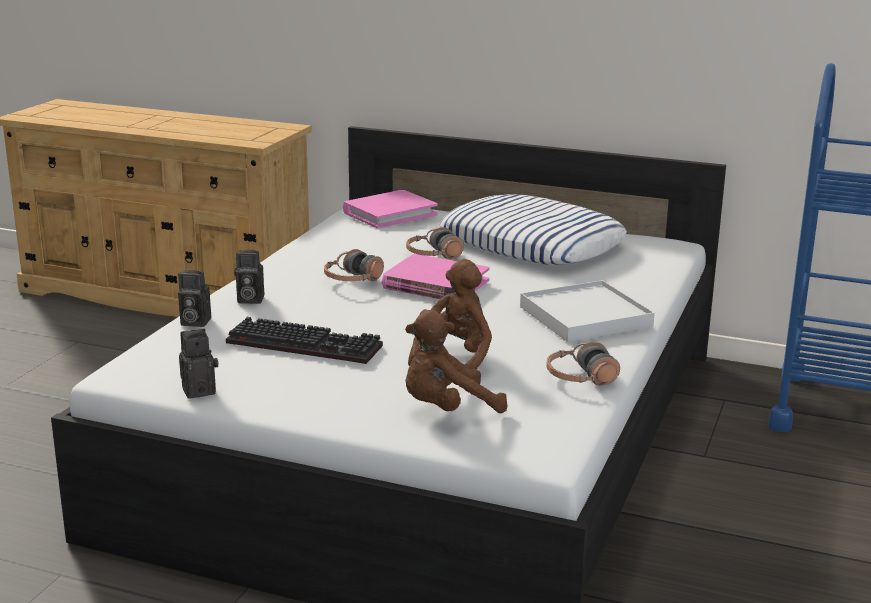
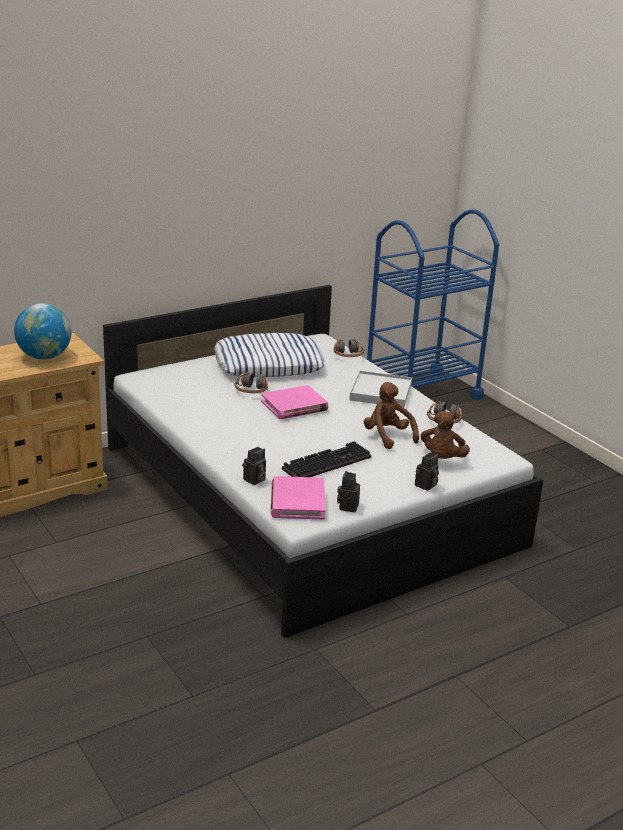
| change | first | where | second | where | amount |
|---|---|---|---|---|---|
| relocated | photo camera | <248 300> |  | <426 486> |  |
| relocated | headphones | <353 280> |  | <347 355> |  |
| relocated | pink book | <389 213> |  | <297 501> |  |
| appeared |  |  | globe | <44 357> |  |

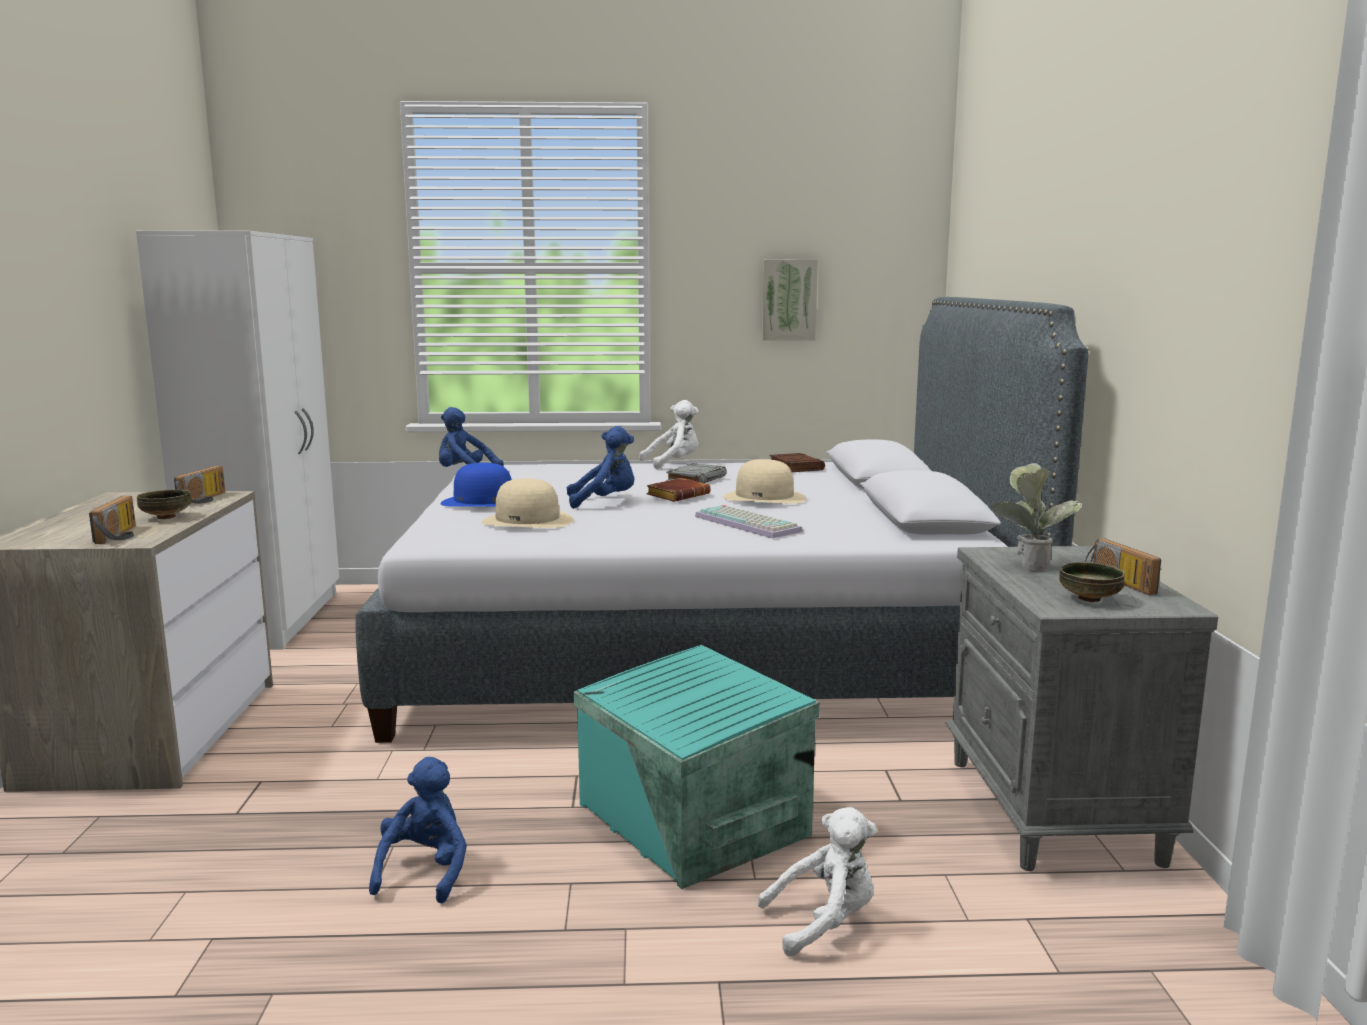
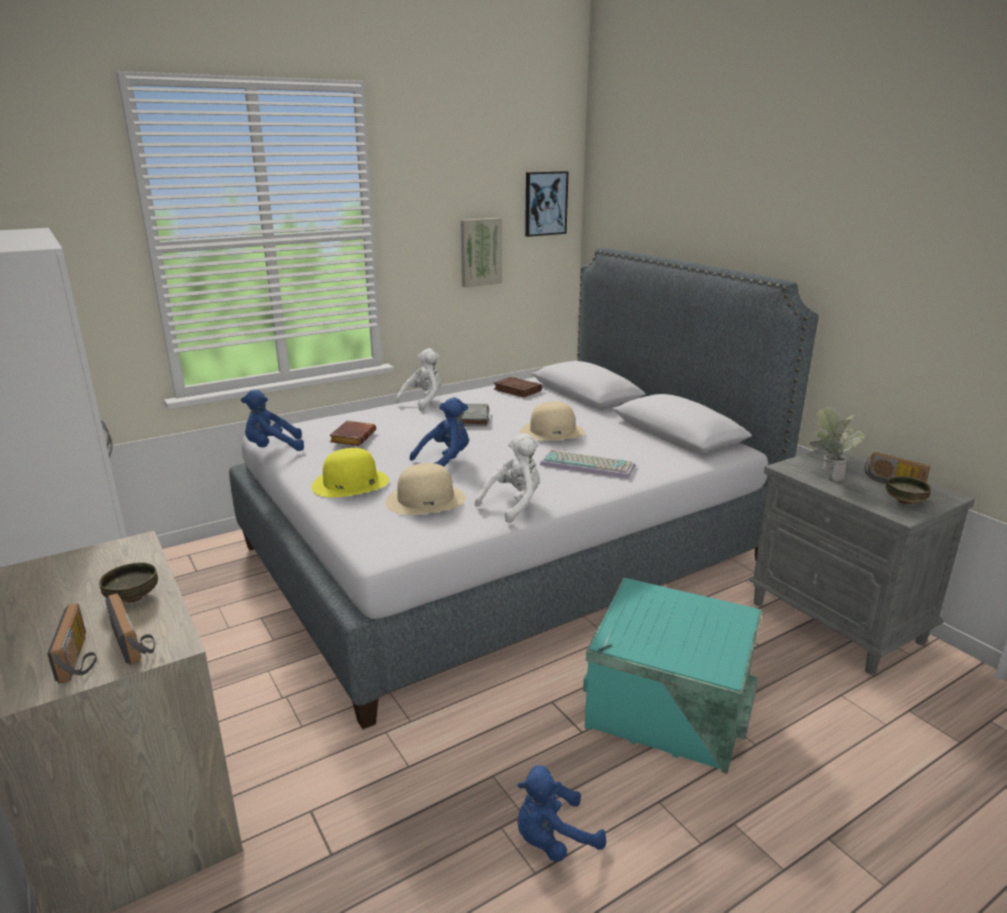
| change | first | where | second | where | amount |
|---|---|---|---|---|---|
| relocated | radio | <205 499> |  | <81 657> |  |
| spun | blue plush toy | <425 871> |  | <553 839> | 90 degrees counterclockwise |
| colour | blue hat | <483 502> | yellow hat | <350 483> |  |
| relocated | brown book | <678 495> |  | <352 437> |  |
| relocated | white plush toy | <824 922> |  | <514 504> |  |
| appeared |  |  | picture | <545 203> |  |

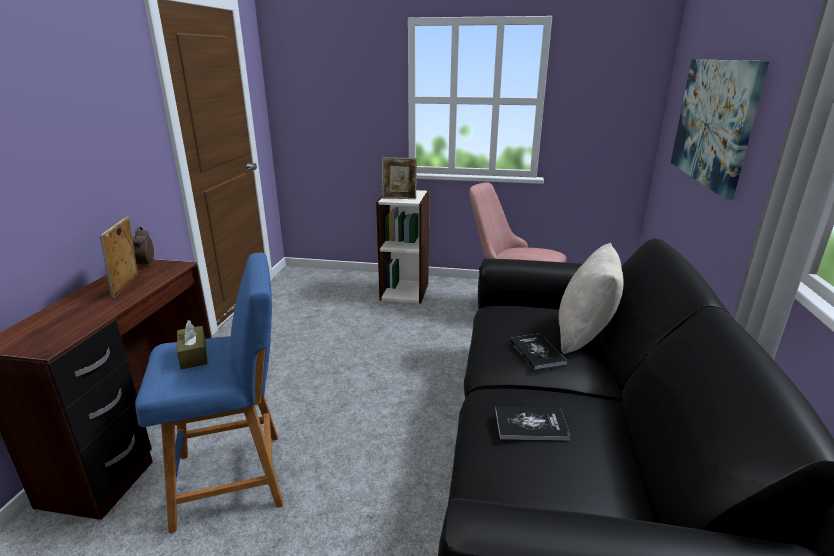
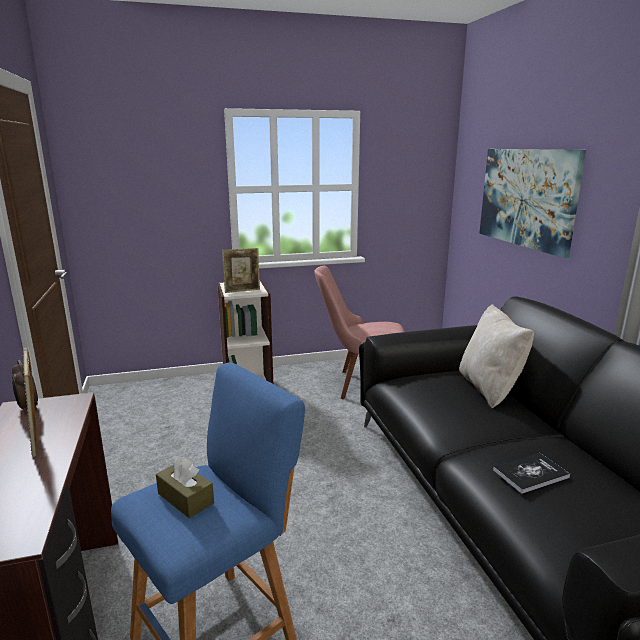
| change | first | where | second | where | amount |
|---|---|---|---|---|---|
| missing | book | <536 352> |  |  |  |

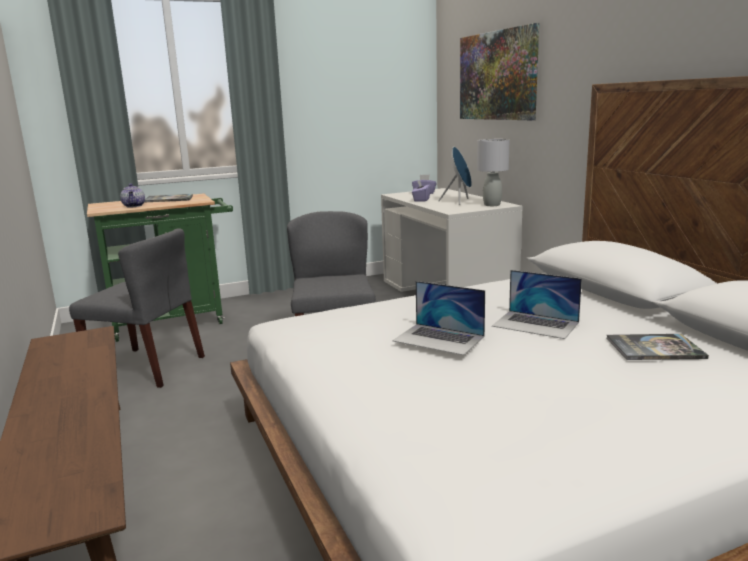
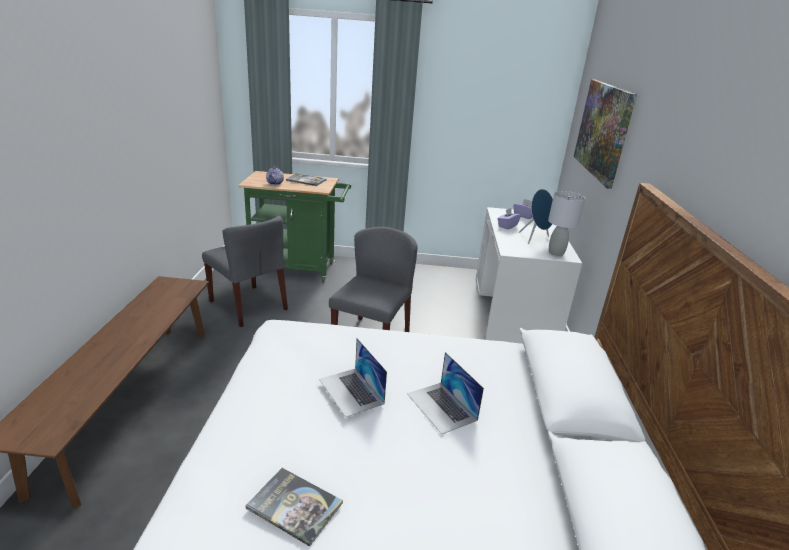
| change | first | where | second | where | amount |
|---|---|---|---|---|---|
| relocated | book | <654 348> |  | <294 506> |  |

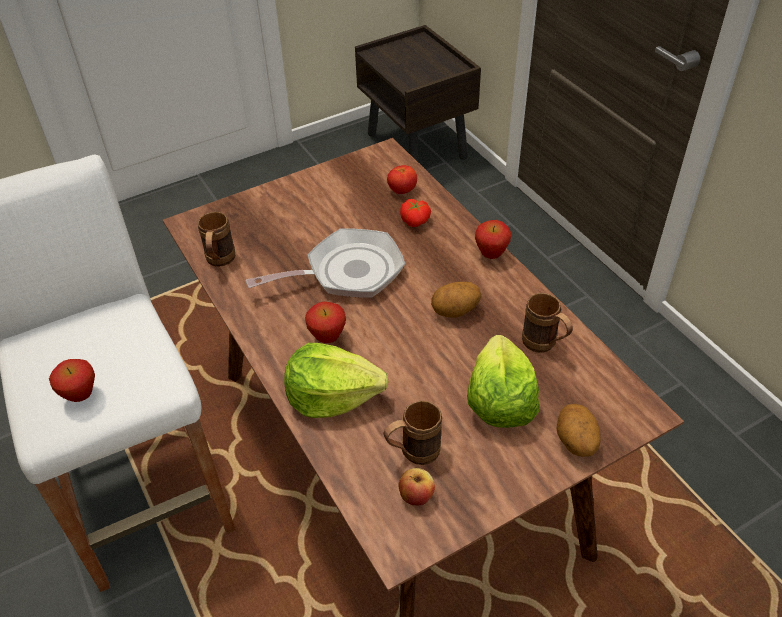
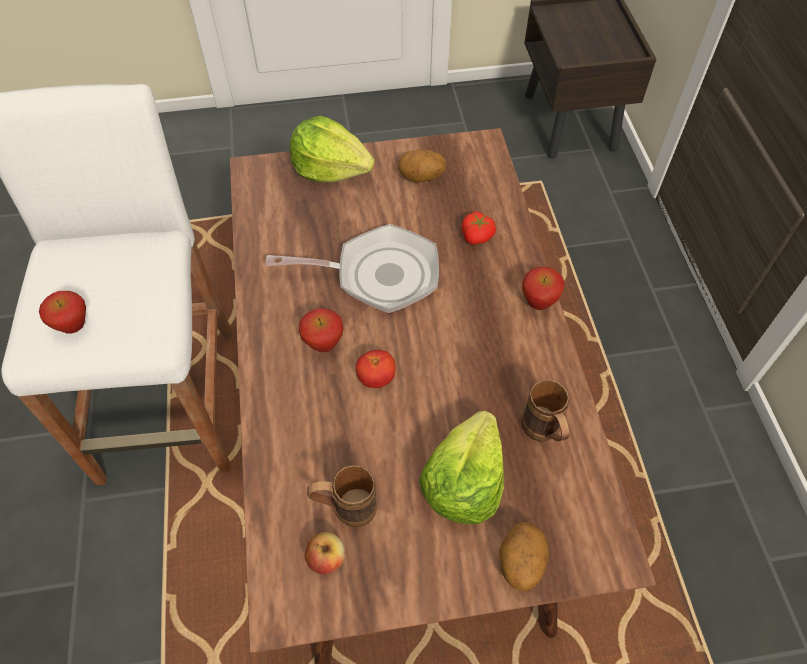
| change | first | where | second | where | amount |
|---|---|---|---|---|---|
| missing | brown mug | <219 262> |  |  |  |
| relocated | lettuce | <332 396> |  | <330 169> |  |
| relocated | tomato | <402 190> |  | <376 378> |  |
| relocated | potato | <455 312> |  | <421 178> |  |

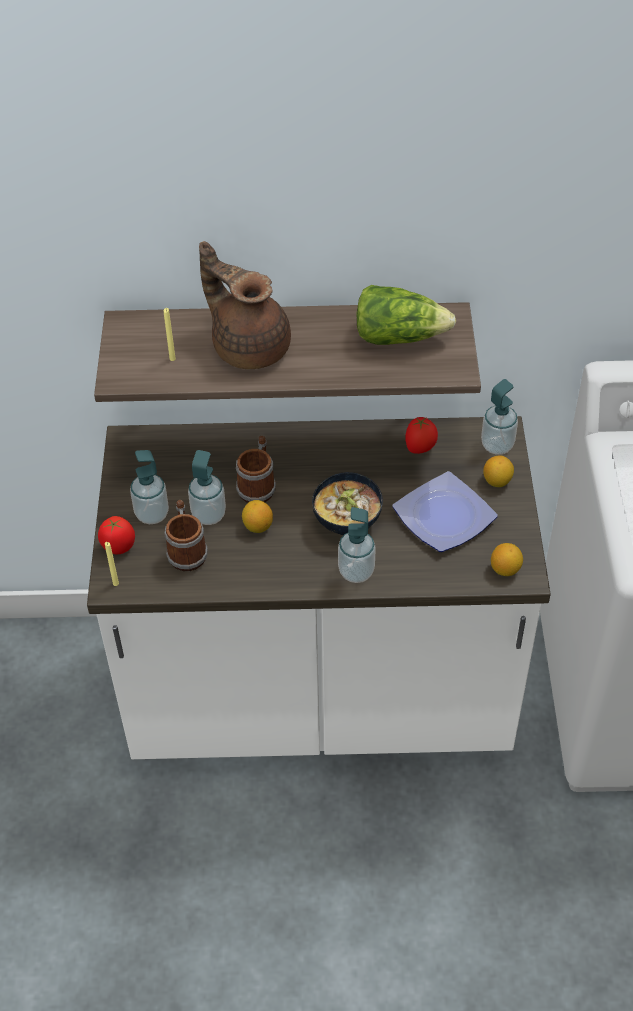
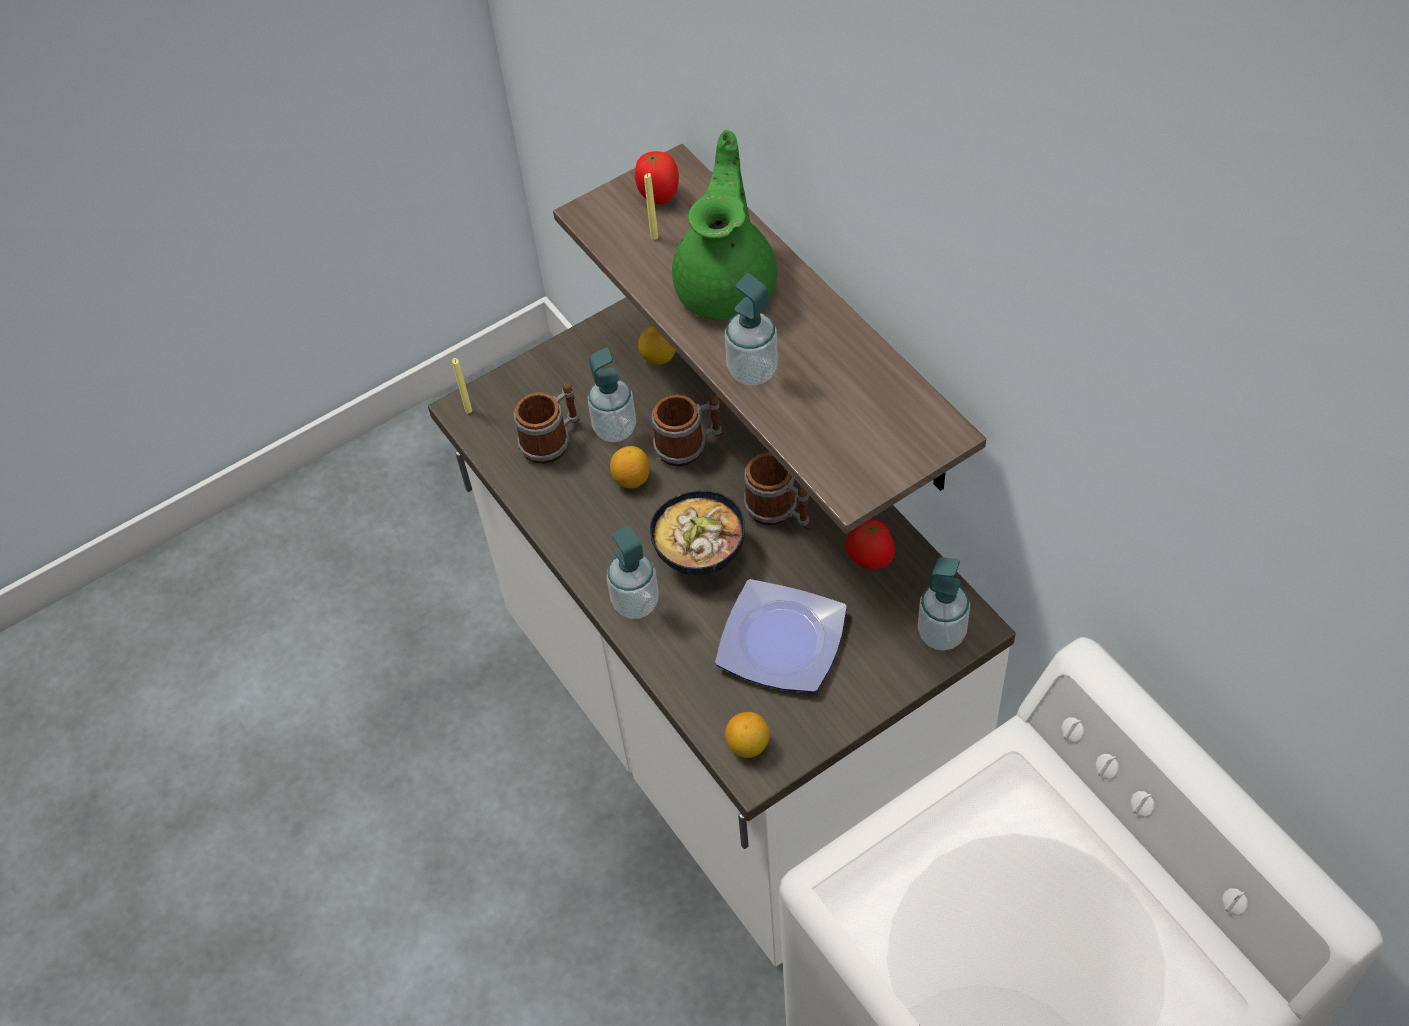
| change | first | where | second | where | amount |
|---|---|---|---|---|---|
| relocated | tomato | <118 547> |  | <658 195> |  |
| relocated | soap dispenser | <152 514> |  | <752 370> |  |
| colour | brown teapot | <249 346> | green teapot | <728 285> |  |
| missing | lettuce | <399 336> |  |  |  |
| relocated | lemon | <497 481> |  | <658 358> |  |
| appeared |  |  | mug | <779 512> |  |

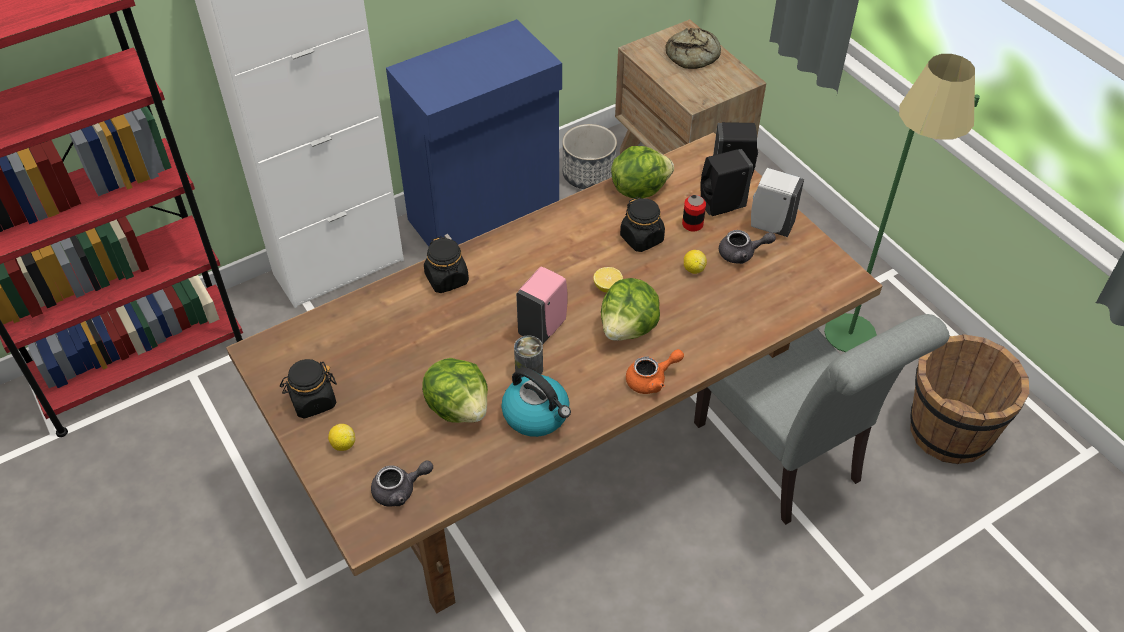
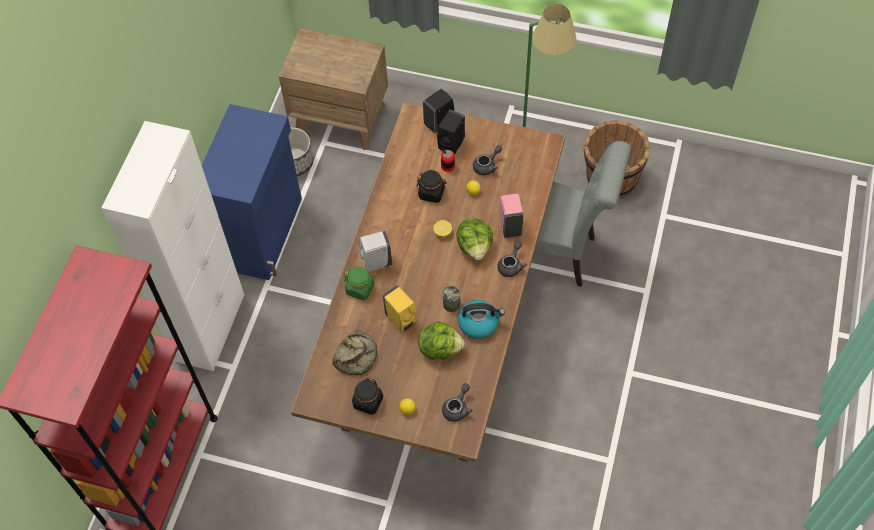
| change | first | where | second | where | amount |
|---|---|---|---|---|---|
| colour | black jar | <447 279> | green jar | <360 289> |  |
| relocated | pink soap dispenser | <543 327> |  | <510 225> |  |
| missing | lettuce | <639 189> |  |  |  |
| colour | orange teapot | <651 379> | grey teapot | <511 265> |  |
| relocated | bread | <694 55> |  | <357 356> |  |
| relocated | white soap dispenser | <769 225> |  | <375 263> |  |
| appeared |  |  | yellow soap dispenser | <401 320> |  |

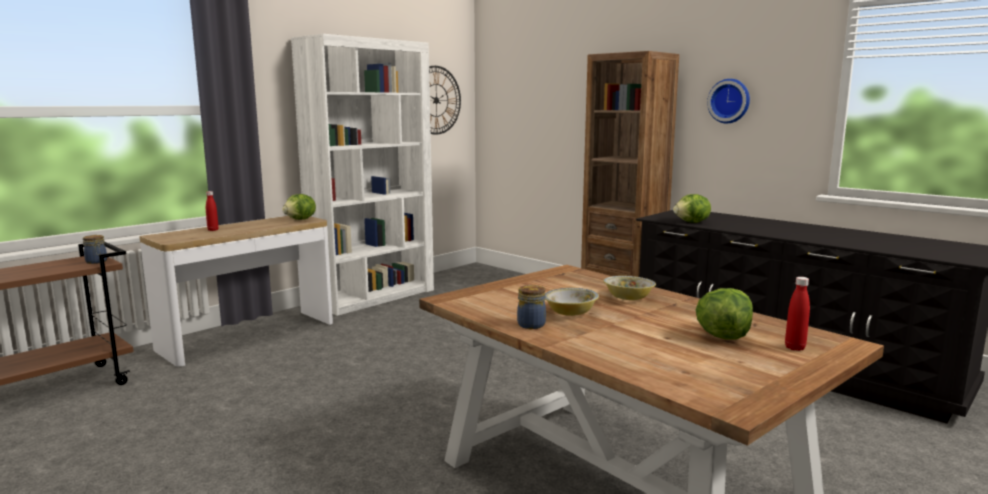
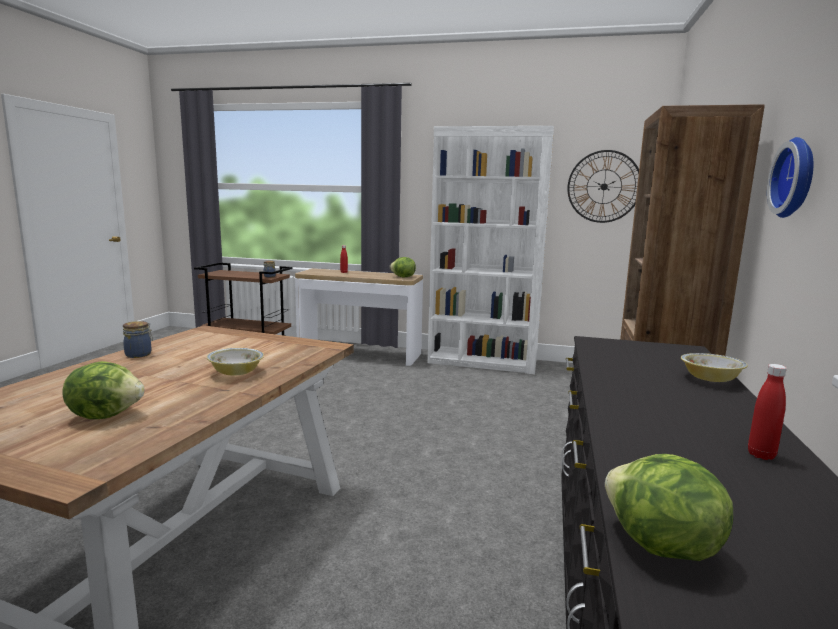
| change | first | where | second | where | amount |
|---|---|---|---|---|---|
| relocated | bowl | <570 313> |  | <710 379> |  |
| relocated | lettuce | <692 222> |  | <660 547> |  |
| relocated | red bottle | <794 348> |  | <761 455> |  |

